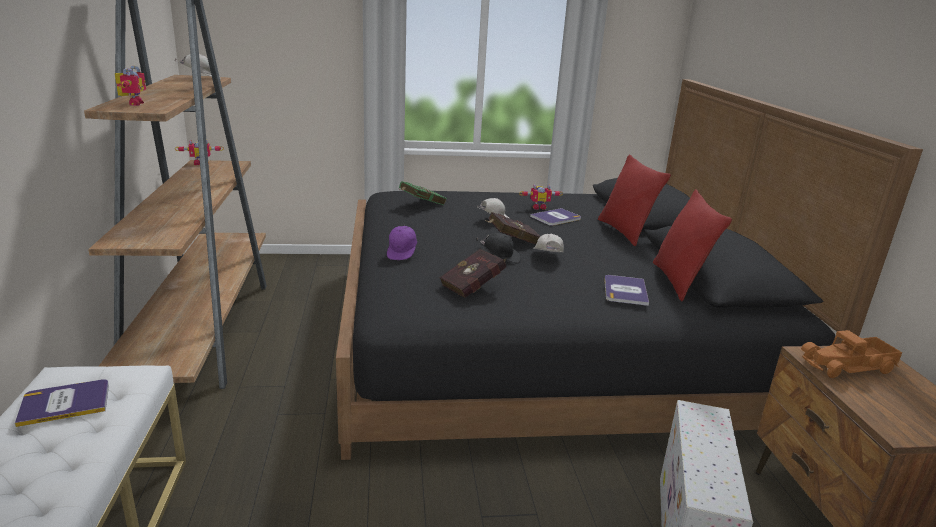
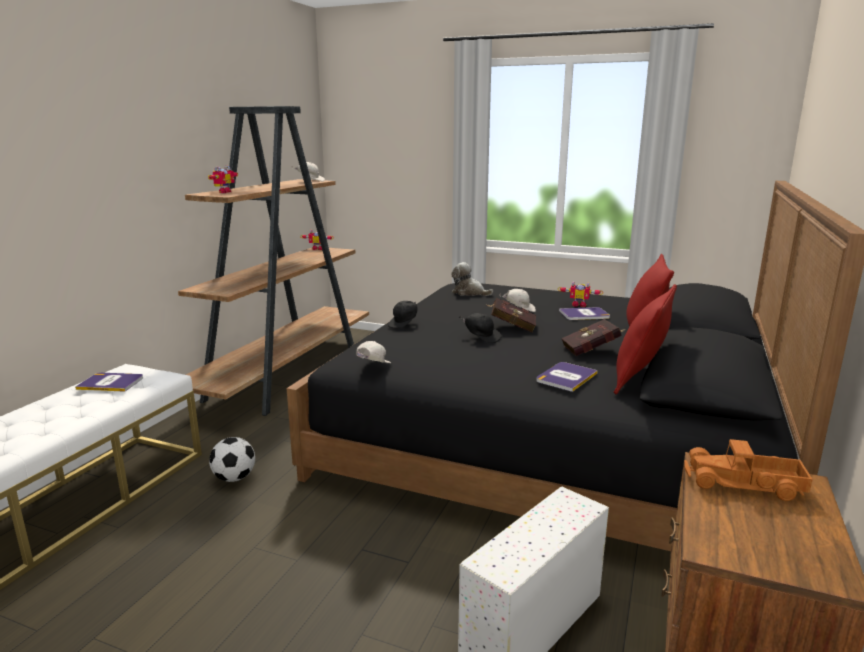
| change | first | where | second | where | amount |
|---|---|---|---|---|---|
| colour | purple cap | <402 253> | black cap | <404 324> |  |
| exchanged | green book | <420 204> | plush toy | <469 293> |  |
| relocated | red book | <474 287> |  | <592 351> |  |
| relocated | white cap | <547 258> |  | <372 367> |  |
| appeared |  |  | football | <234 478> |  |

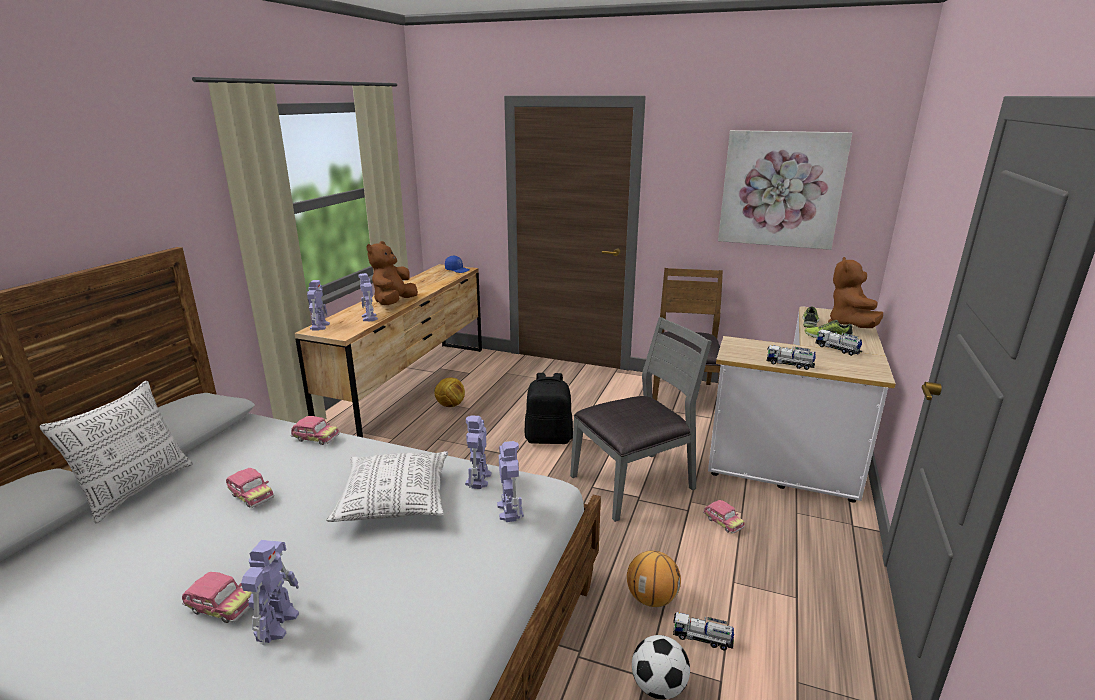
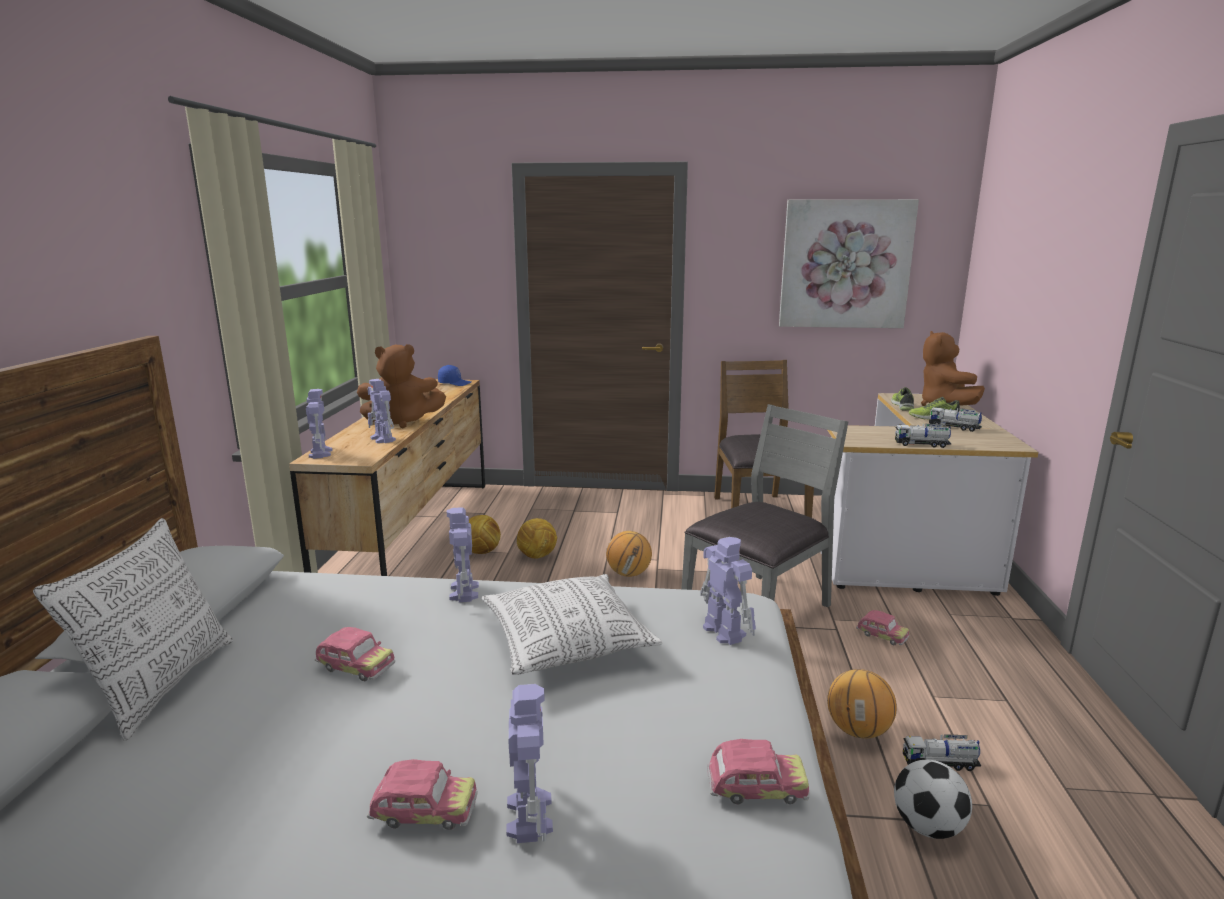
| change | first | where | second | where | amount |
|---|---|---|---|---|---|
| relocated | toy car | <315 438> |  | <756 789> |  |
| spun | brown plush toy | <394 303> |  | <402 422> | 105 degrees counterclockwise |
| relocated | toy robot | <478 479> |  | <464 592> |  |
| exchanged | black backpack | <549 438> | basketball | <629 574> |  |
| appeared |  |  | football | <538 556> |  |

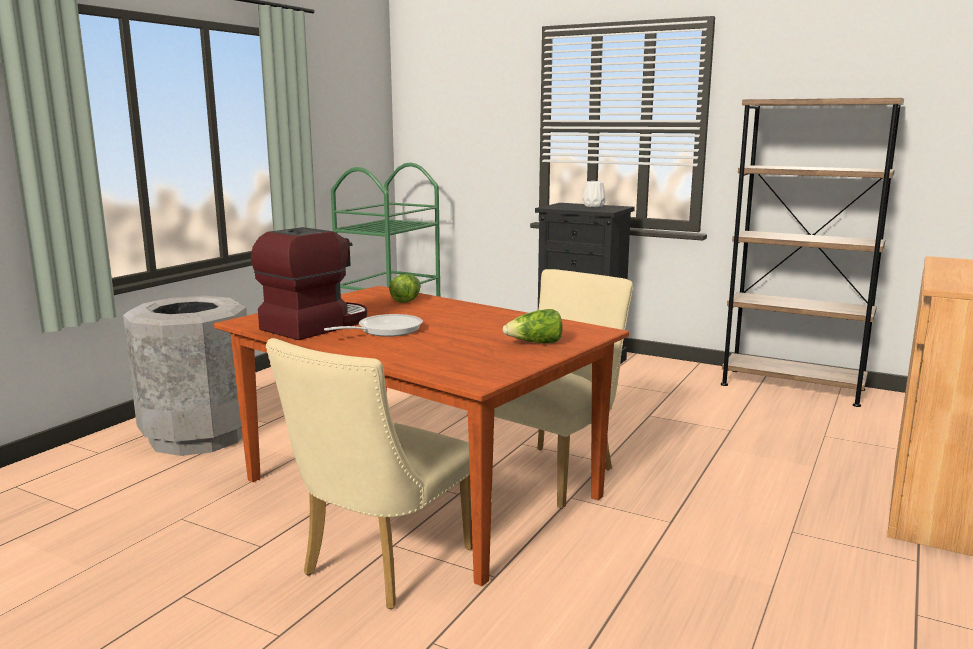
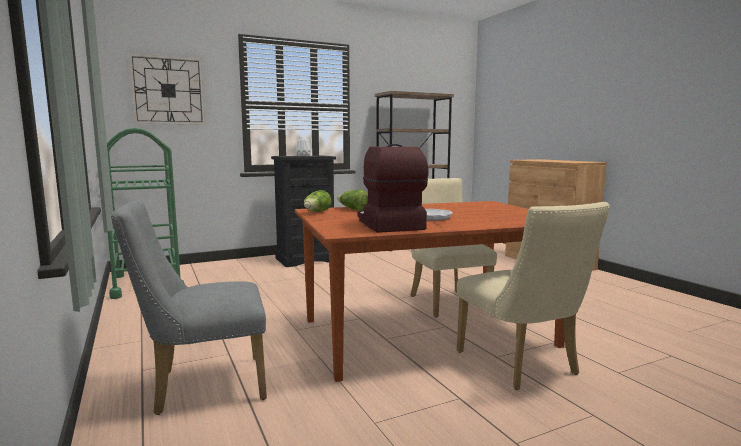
| change | first | where | second | where | amount |
|---|---|---|---|---|---|
| exchanged | grey trash can | <198 436> | grey chair | <201 386> |  |
| relocated | lettuce | <535 343> |  | <316 212> |  |
| appeared |  |  | wall clock | <168 90> |  |

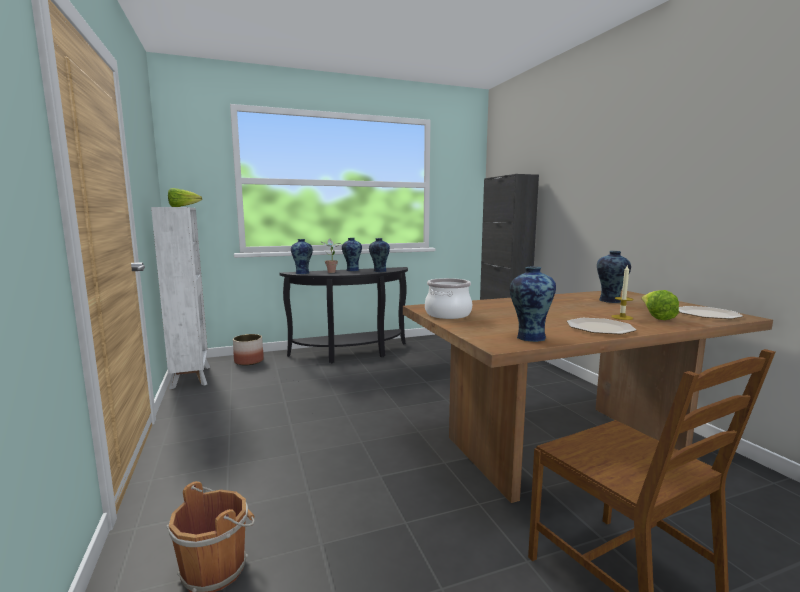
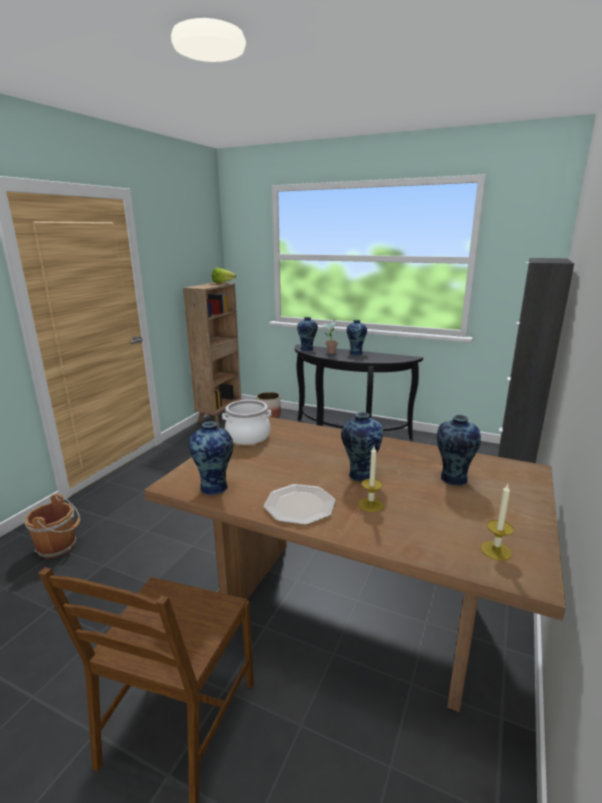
| change | first | where | second | where | amount |
|---|---|---|---|---|---|
| colour | white bookcase | <191 377> | brown bookcase | <220 417> |  |
| relocated | vase | <379 271> |  | <360 475> |  |
| missing | lettuce | <656 317> |  |  |  |
| exchanged | plate | <707 314> | candle | <496 551> |  |

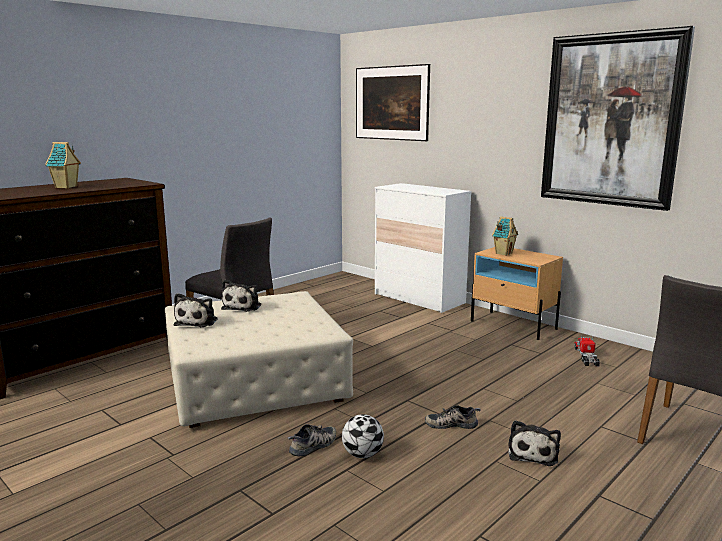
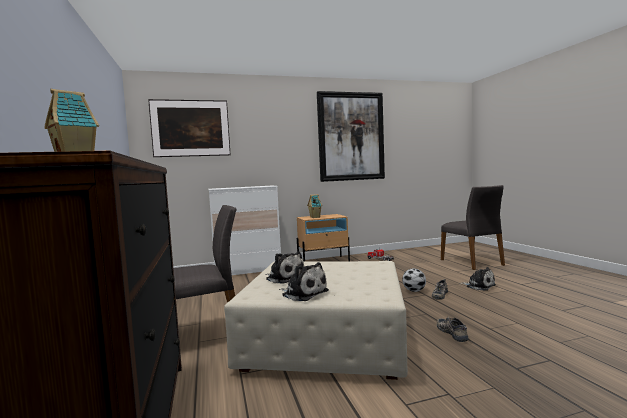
| change | first | where | second | where | amount |
|---|---|---|---|---|---|
| relocated | football | <362 455> |  | <414 291> |  |

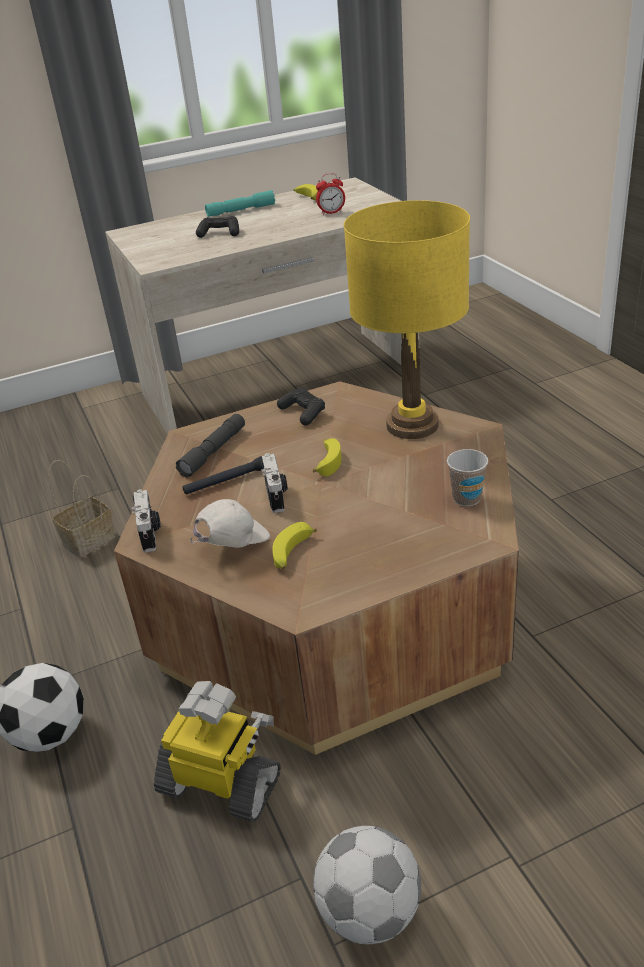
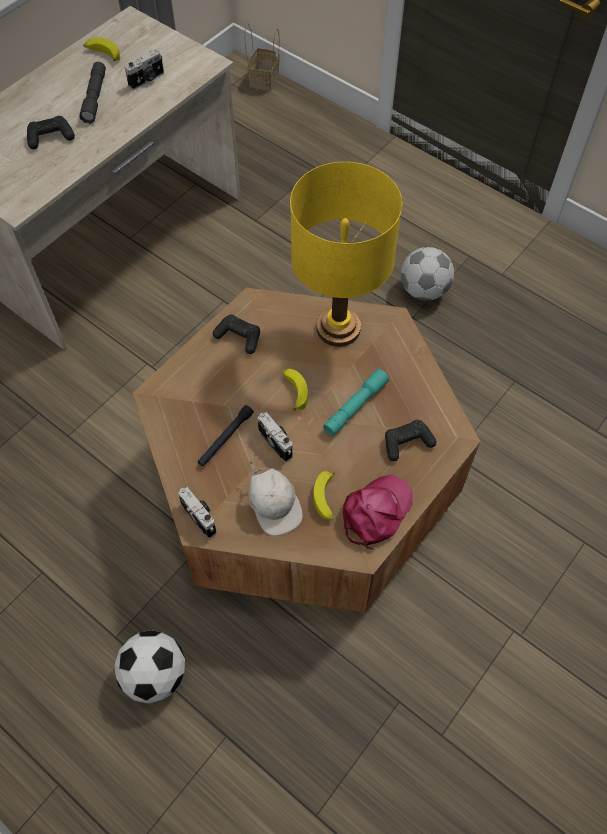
| change | first | where | second | where | amount |
|---|---|---|---|---|---|
| relocated | basket | <90 539> |  | <264 79> |  |
| missing | toy robot | <222 783> |  |  |  |
| relocated | grey flashlight | <213 451> |  | <95 97> |  |
| spun | white cap | <232 544> |  | <274 506> | 135 degrees clockwise |
| relocated | turquoise flashlight | <241 210> |  | <355 406> |  |
| relocated | football | <369 912> |  | <423 290> |  |
| exchanged | alarm clock | <331 212> | photo camera | <147 80> |  |
| missing | cup | <467 498> |  |  |  |
| appeared |  |  | pink cap | <376 512> |  |
| appeared |  |  | black game controller | <407 443> |  |

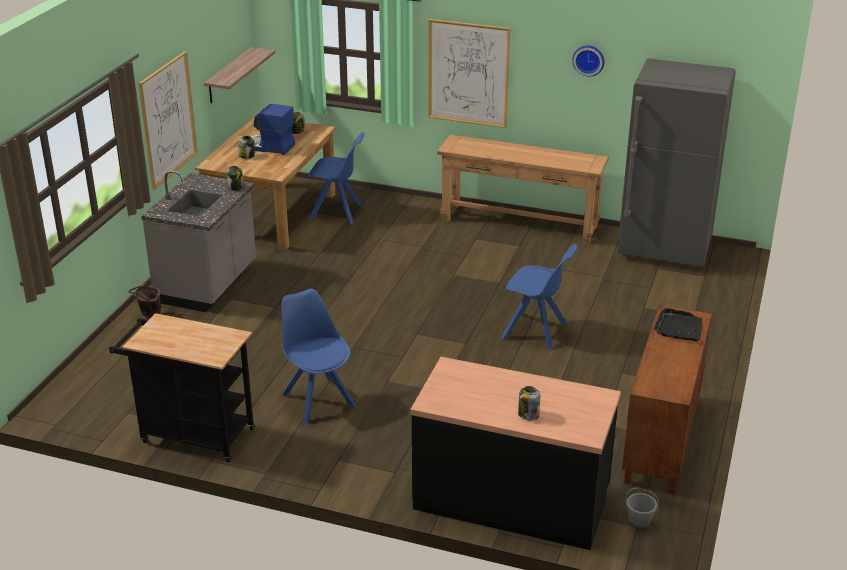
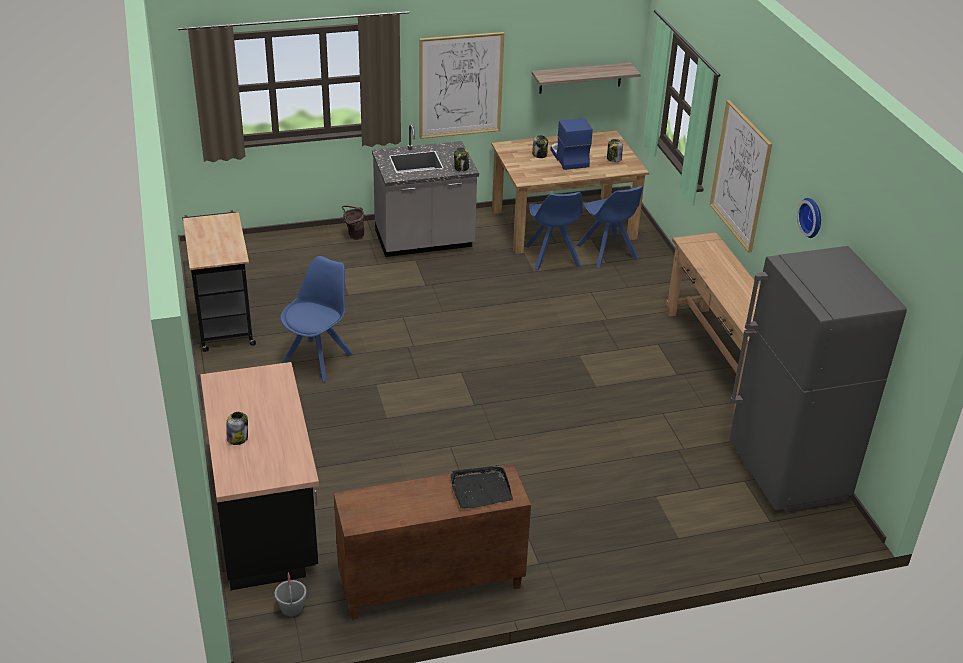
| change | first | where | second | where | amount |
|---|---|---|---|---|---|
| relocated | blue chair | <536 331> |  | <552 257> |  |

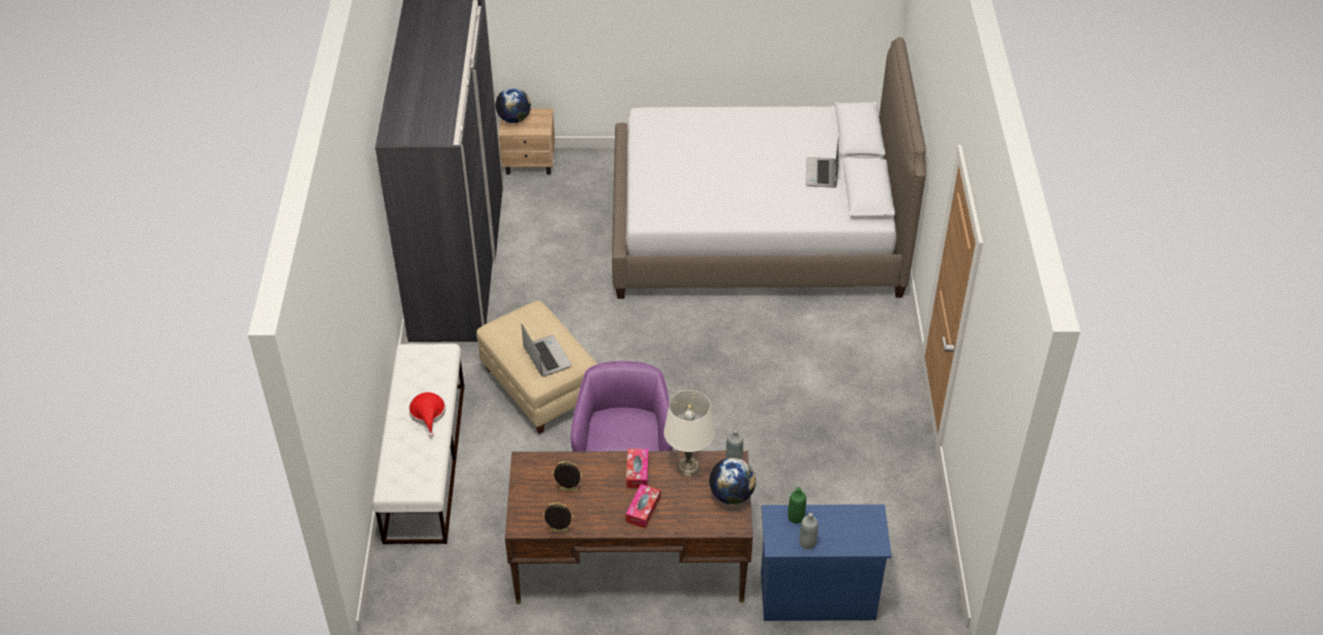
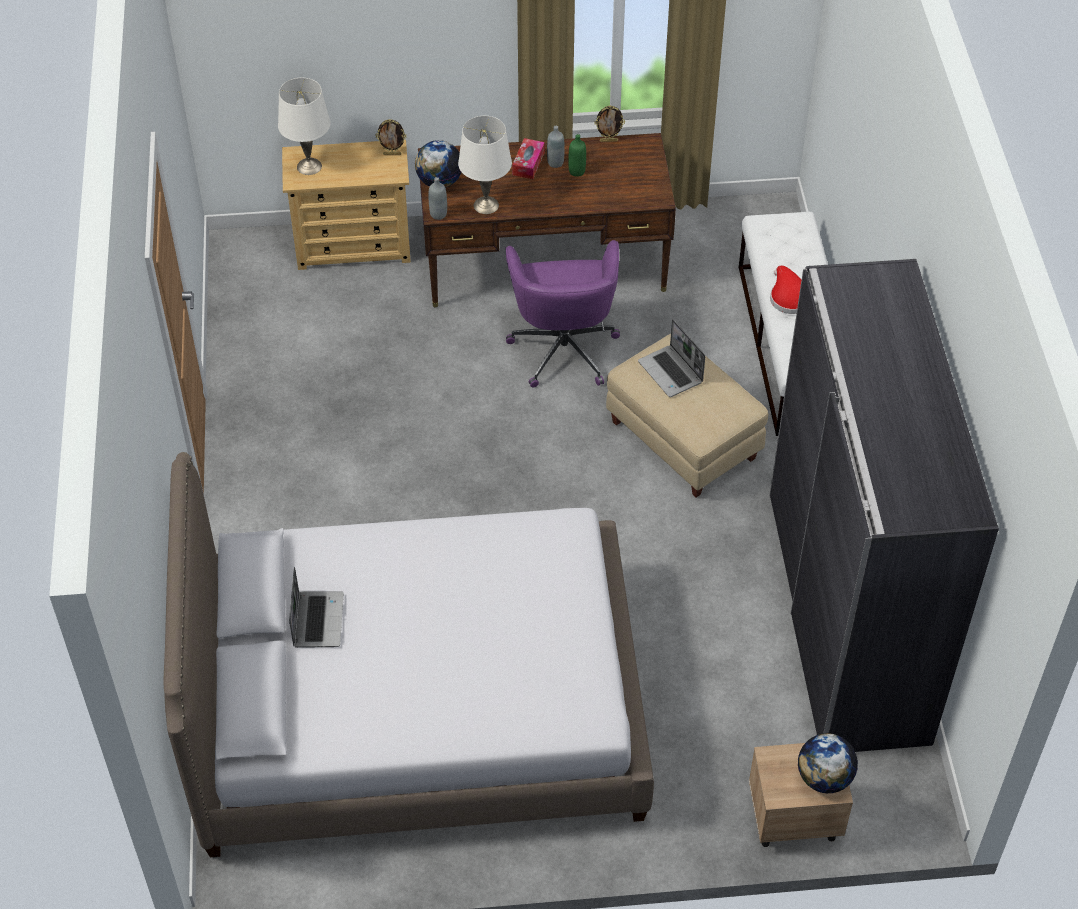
| change | first | where | second | where | amount |
|---|---|---|---|---|---|
| relocated | picture frame | <568 490> |  | <392 154> |  |
| missing | tissue box | <637 472> |  |  |  |
| colour | blue dresser | <816 595> | beige dresser | <354 245> |  |
| relocated | green bottle | <796 517> |  | <577 171> |  |
| relocated | grey bottle | <807 543> |  | <555 162> |  |
| appeared |  |  | white table lamp | <309 166> |  |

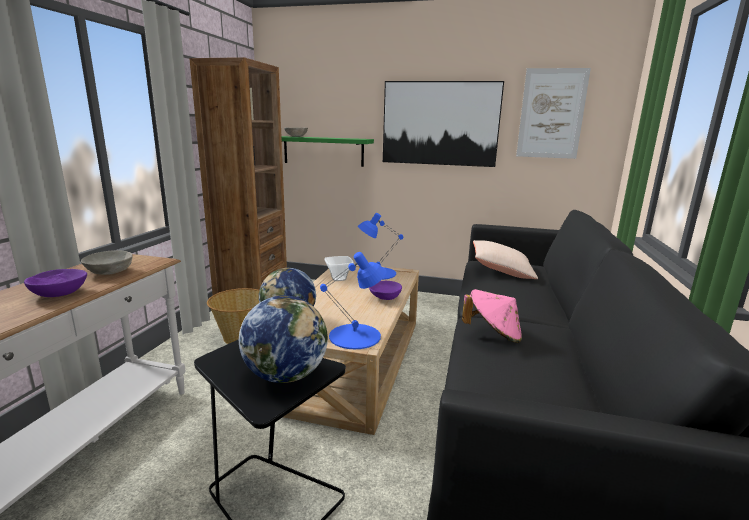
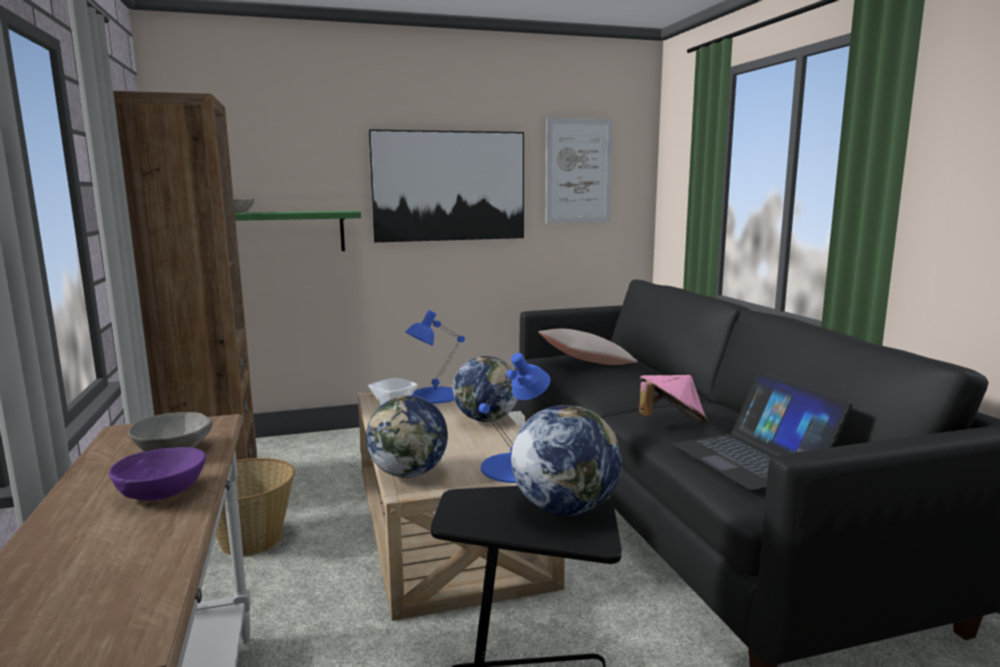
| change | first | where | second | where | amount |
|---|---|---|---|---|---|
| exchanged | purple bowl | <385 297> | globe | <486 419> |  |
| appeared |  |  | laptop | <754 457> |  |

